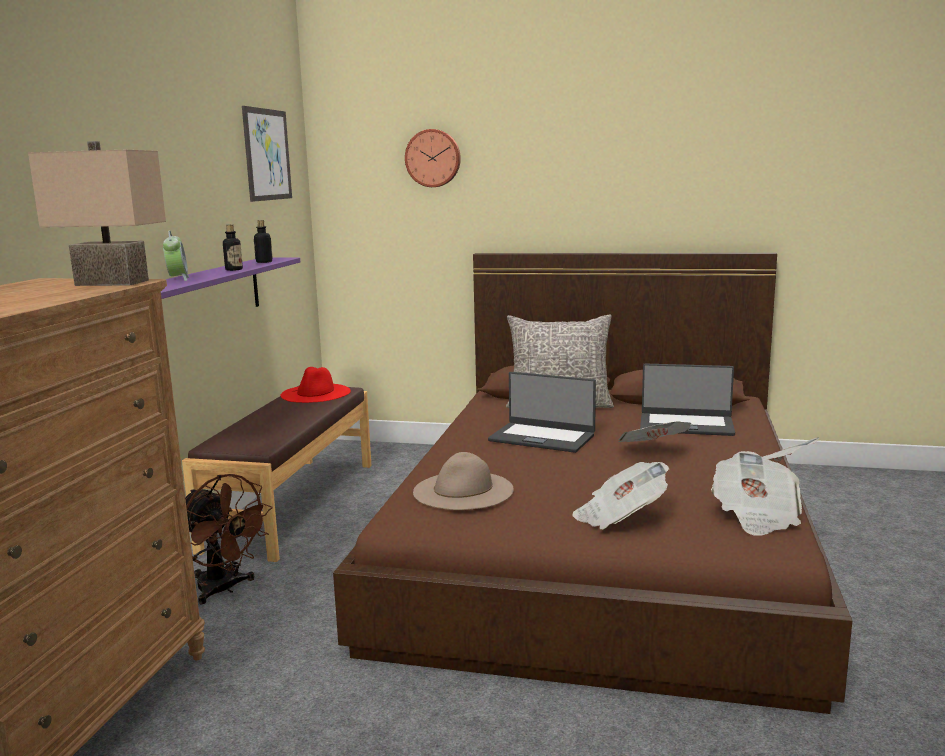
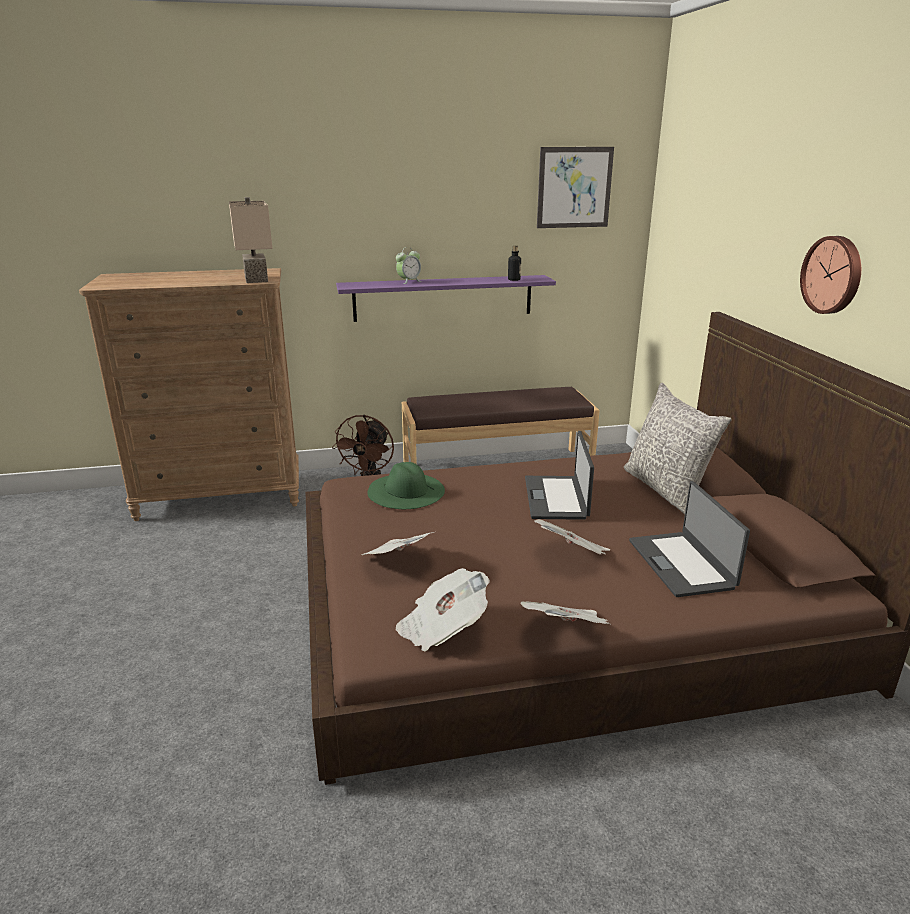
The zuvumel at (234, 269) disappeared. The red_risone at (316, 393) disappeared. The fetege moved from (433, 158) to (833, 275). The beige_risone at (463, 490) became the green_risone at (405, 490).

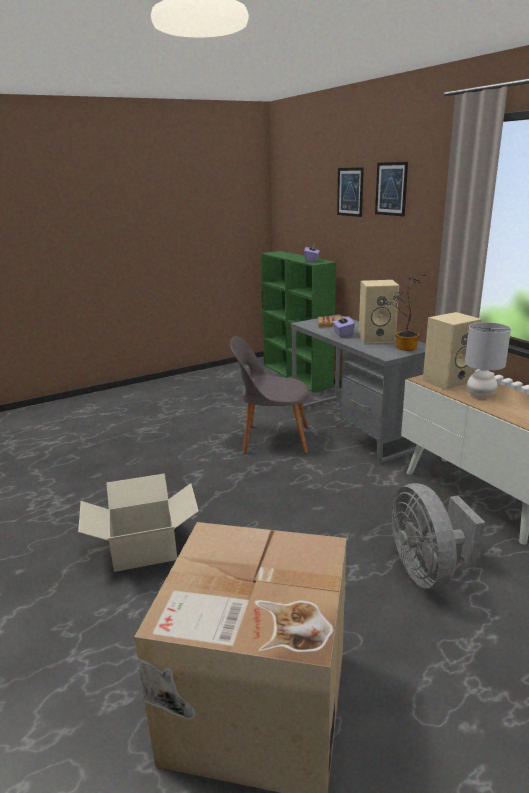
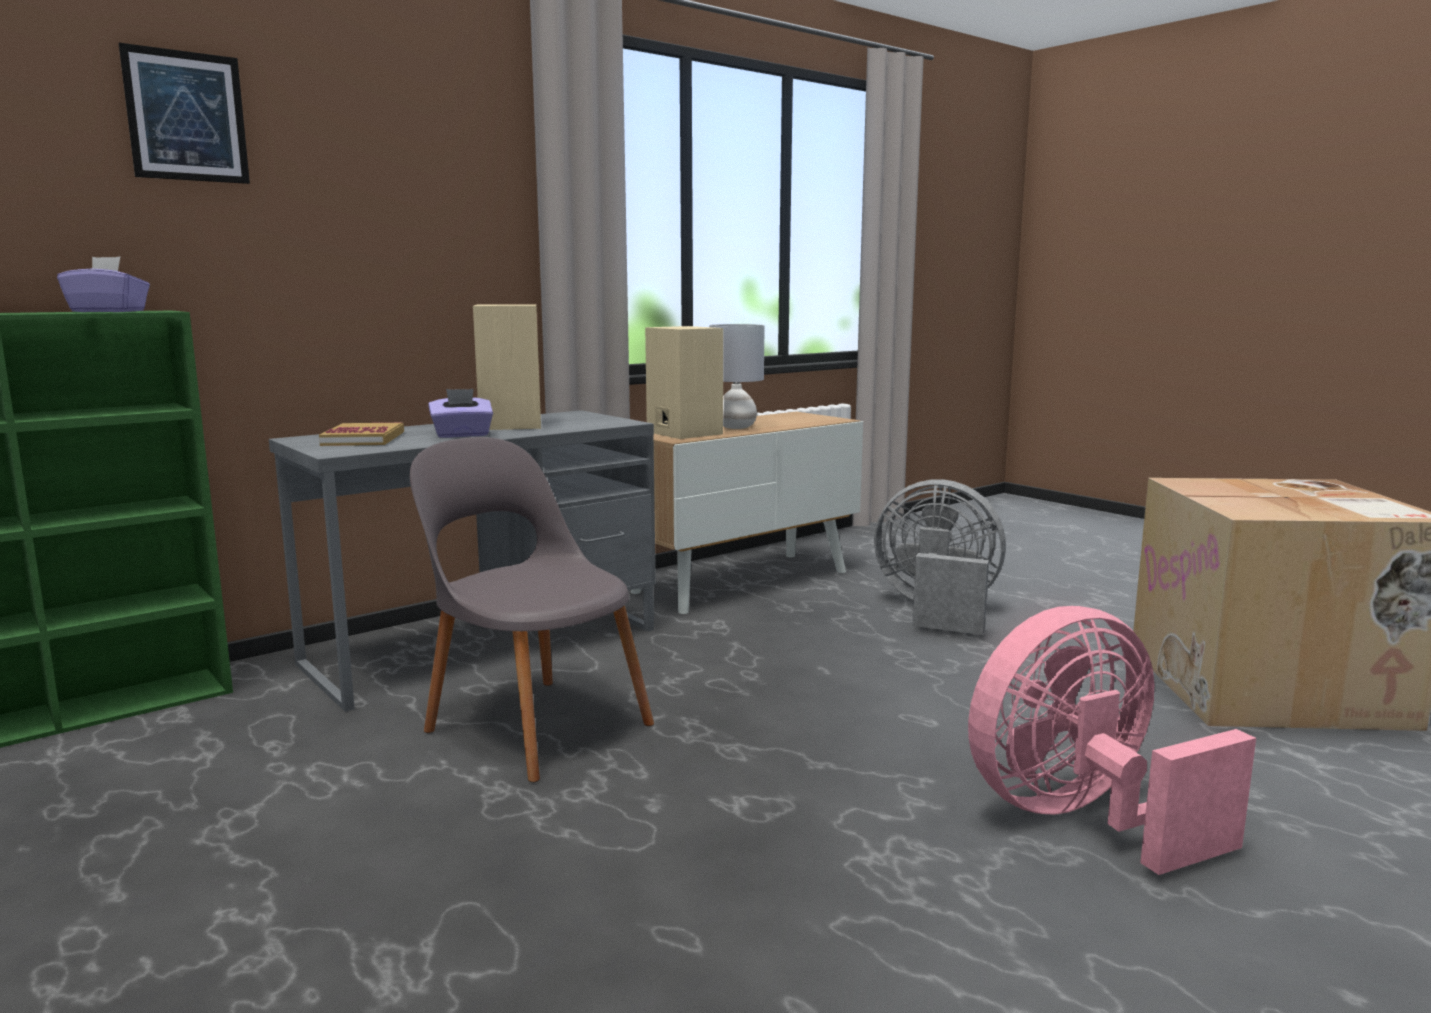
The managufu at (144, 548) was replaced by the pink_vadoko at (1082, 819). The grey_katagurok at (272, 439) turned 135 degrees clockwise. The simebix at (391, 189) disappeared. The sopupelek at (403, 348) disappeared. The grey_vadoko at (427, 571) turned 135 degrees counterclockwise.

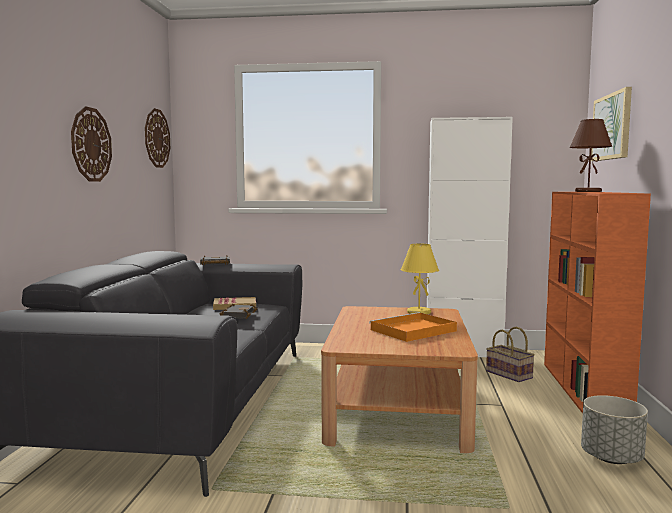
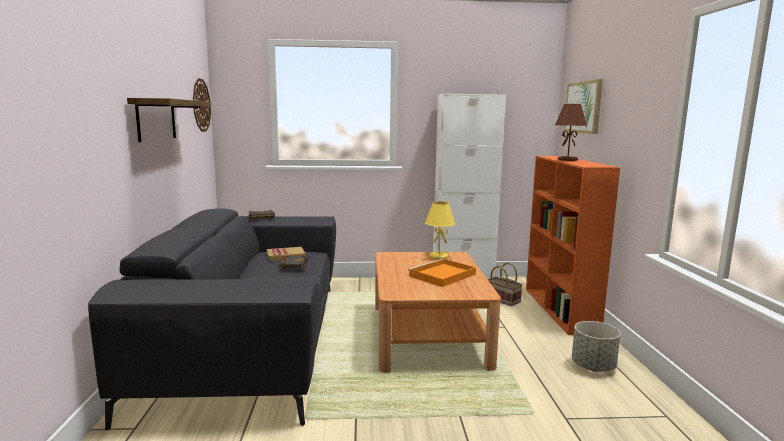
The fetege at (91, 144) was replaced by the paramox at (156, 120).

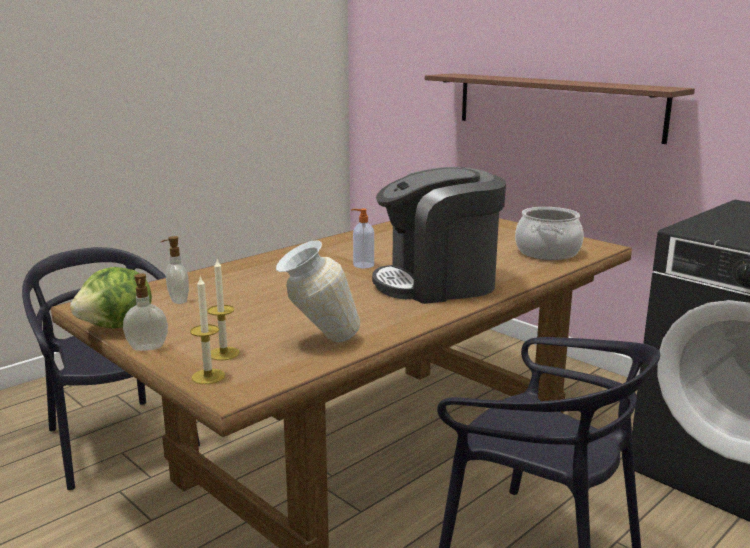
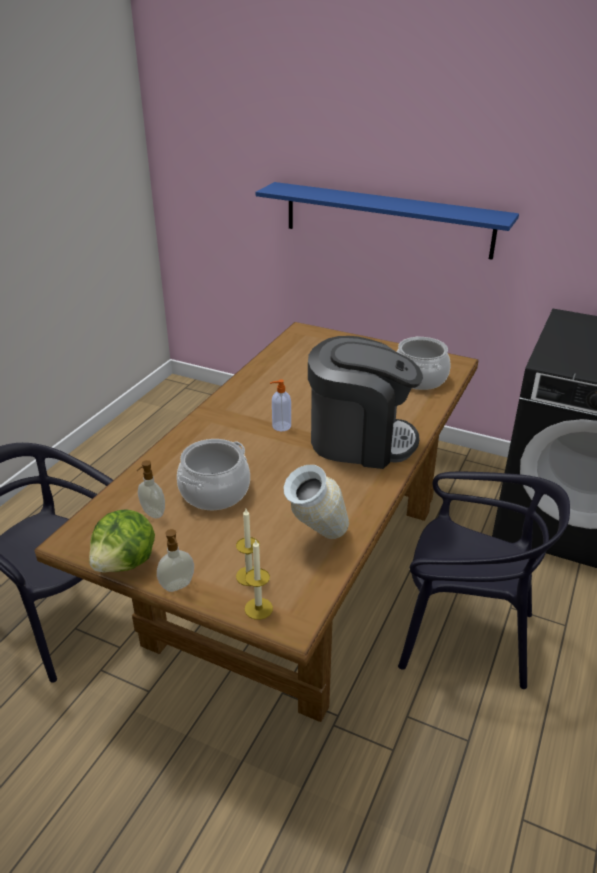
The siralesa at (438, 283) turned 135 degrees counterclockwise. The brown_paramox at (555, 105) became the blue_paramox at (387, 220). The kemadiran at (214, 491) appeared.

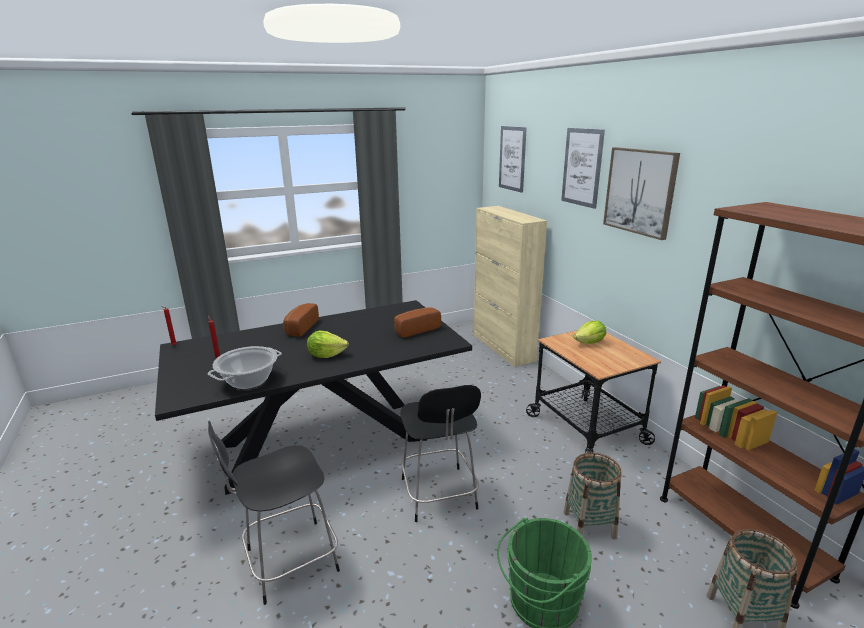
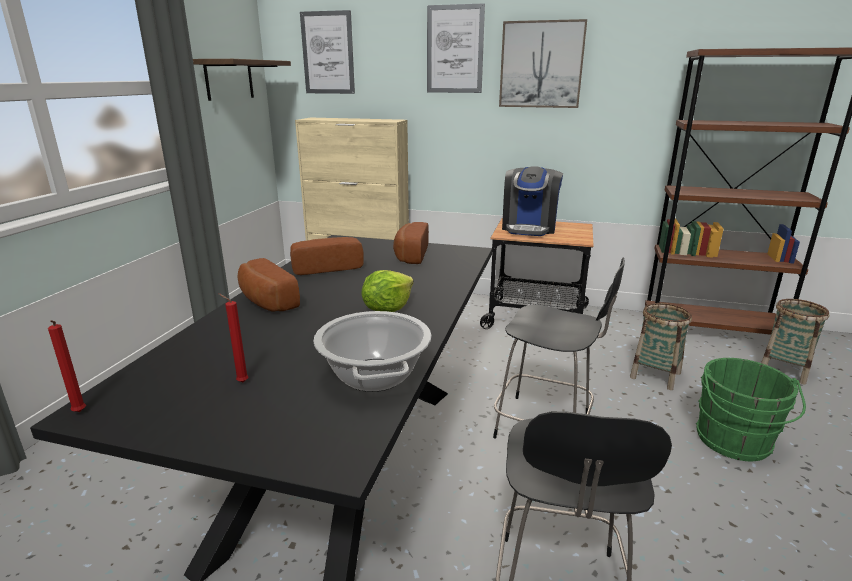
The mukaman at (590, 343) was replaced by the siralesa at (529, 228). The paramox at (229, 79) appeared. The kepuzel at (326, 267) appeared.

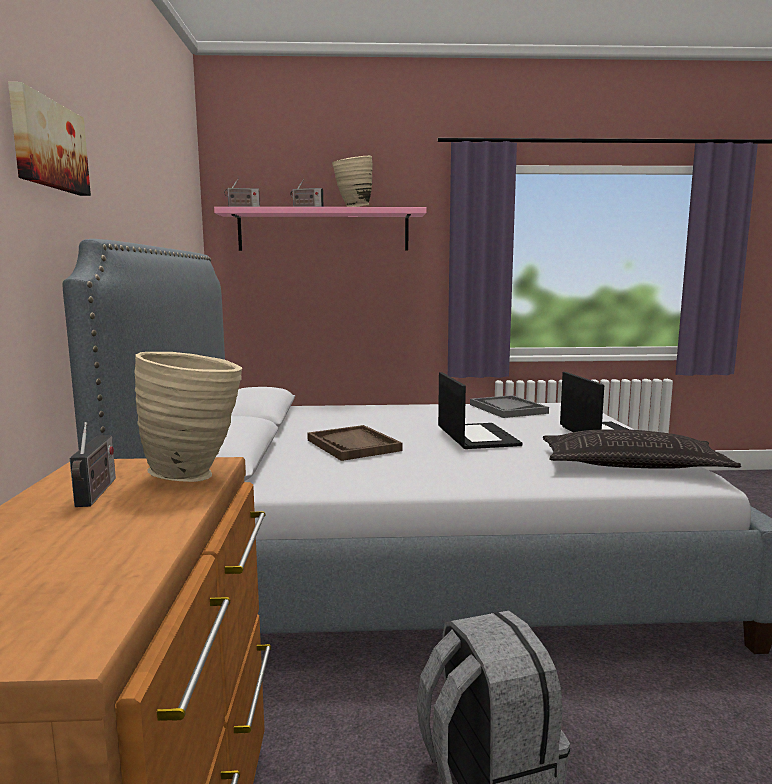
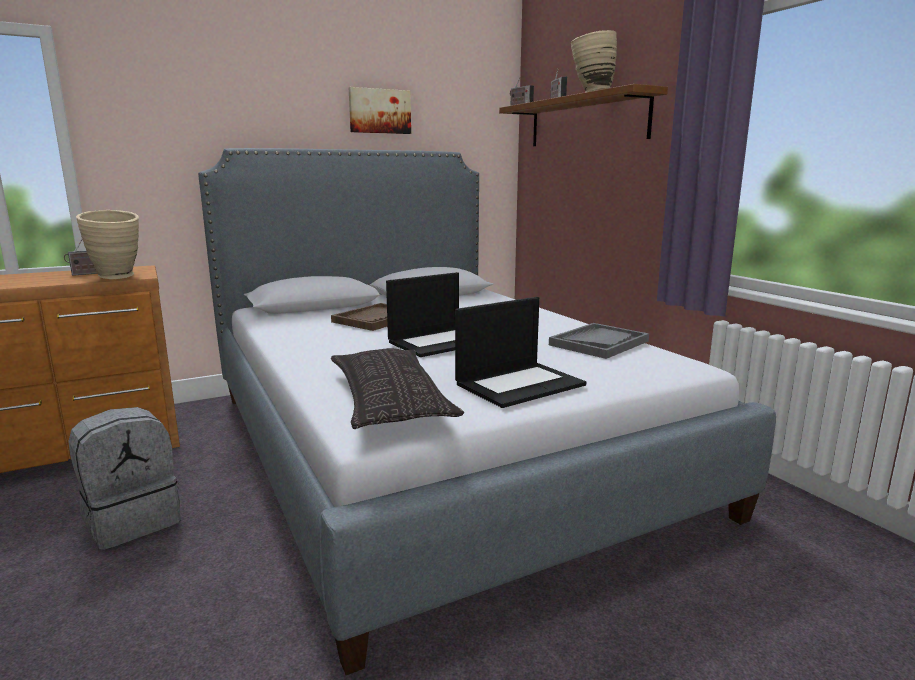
The simebix moved from (47, 145) to (379, 111). The pink_paramox at (323, 230) became the brown_paramox at (586, 121).

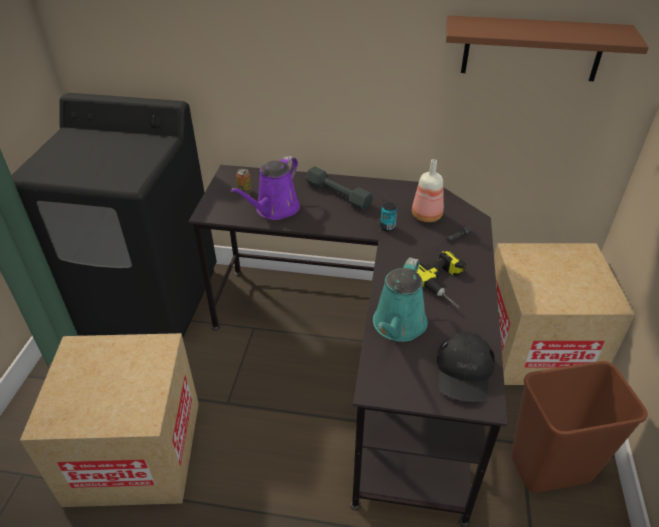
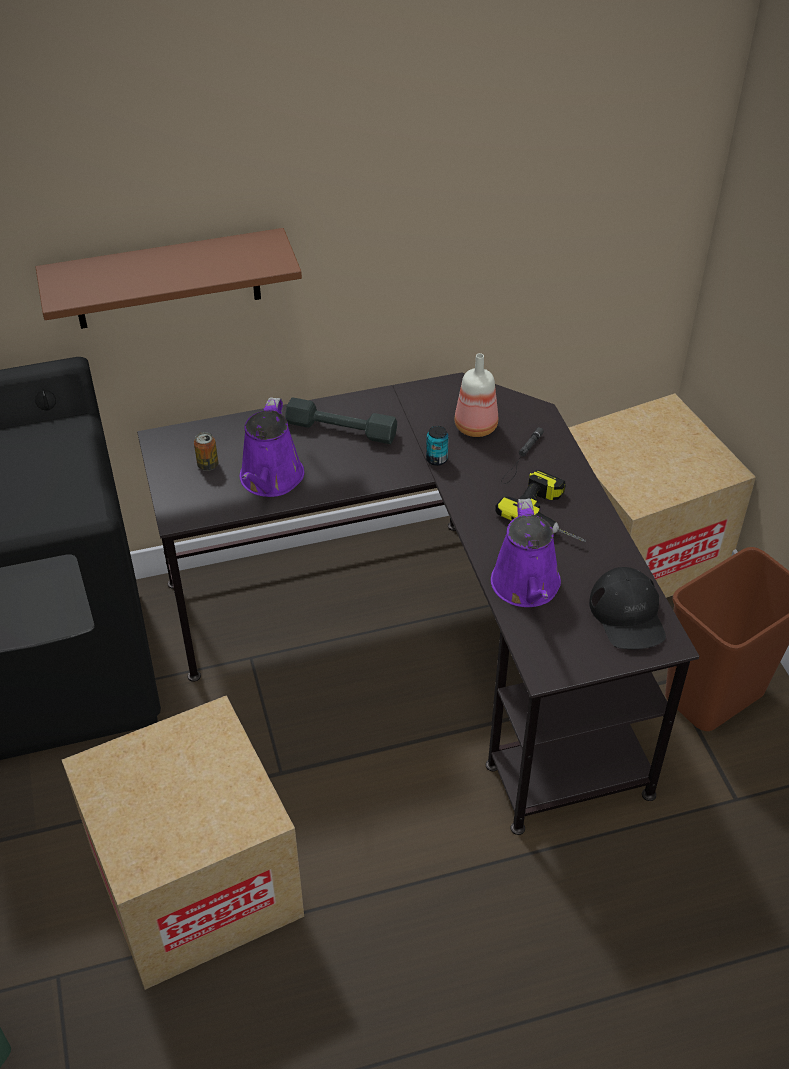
The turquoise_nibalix at (398, 326) became the purple_nibalix at (526, 587). The brown_paramox moved from (532, 49) to (166, 279).

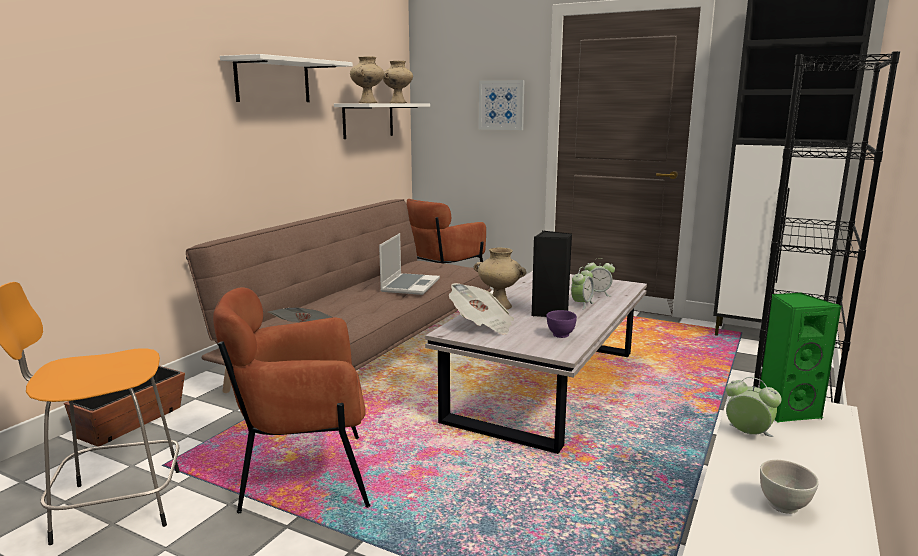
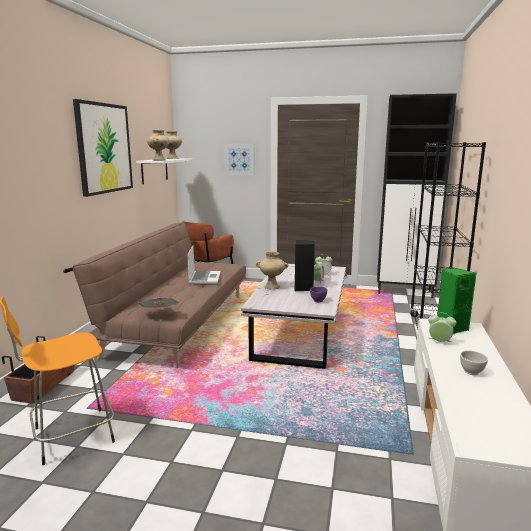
The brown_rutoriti at (304, 477) disappeared. The white_paramox at (273, 81) was replaced by the simebix at (104, 148). The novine at (482, 325) disappeared.

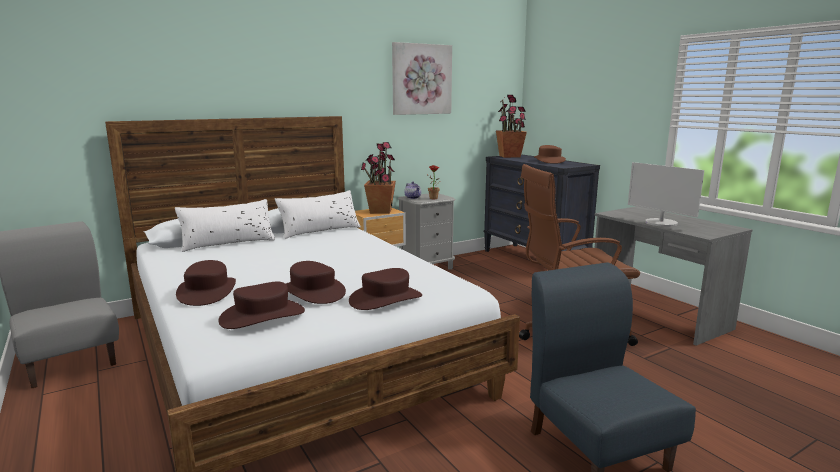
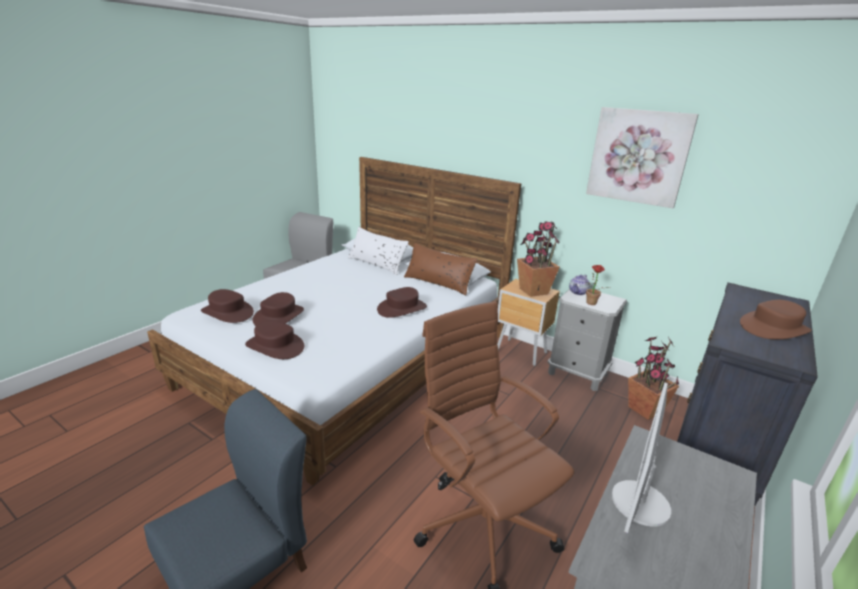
The brown_risone moved from (207, 291) to (402, 308). The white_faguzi at (320, 230) became the brown_faguzi at (438, 283). The sopupelek moved from (510, 156) to (645, 410).

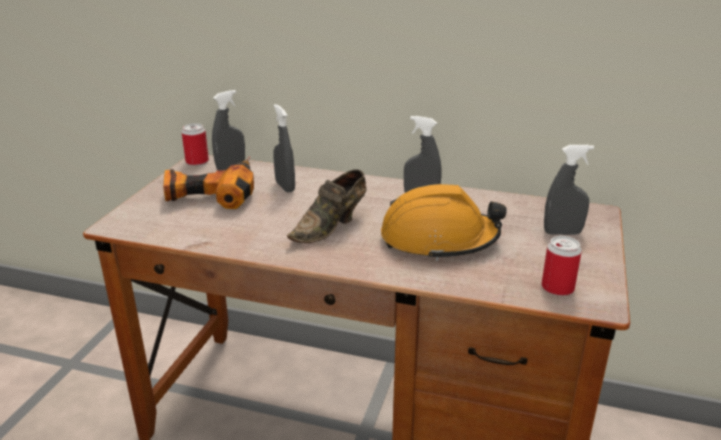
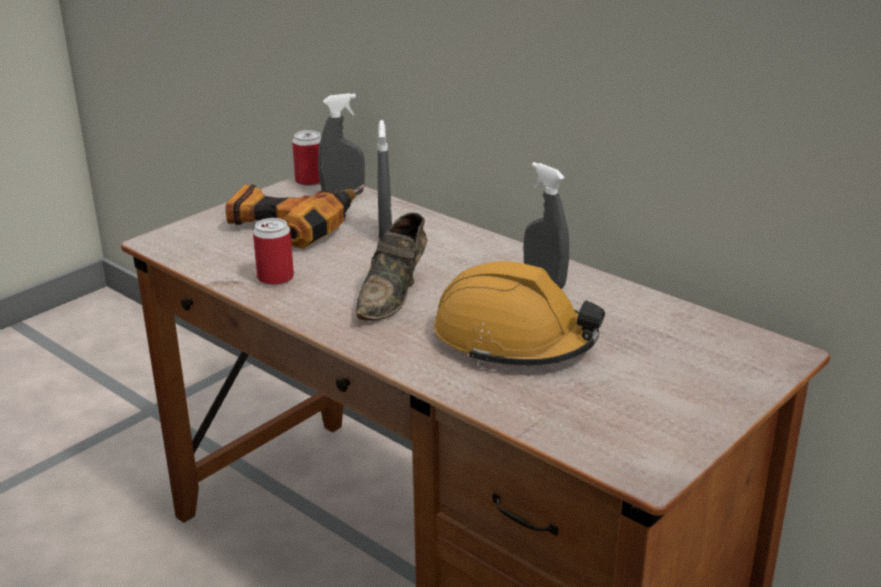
The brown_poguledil at (331, 227) turned 45 degrees counterclockwise. The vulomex moved from (557, 288) to (275, 278). The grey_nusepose at (562, 233) disappeared.

